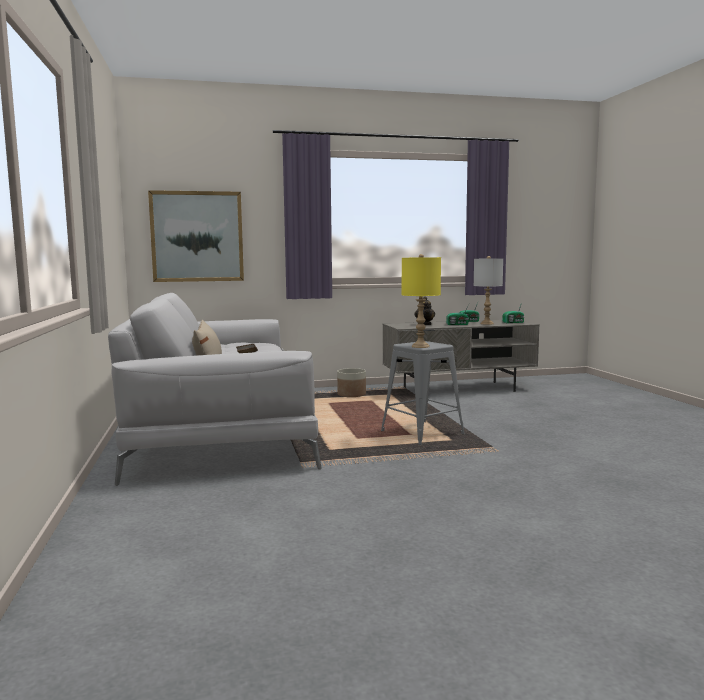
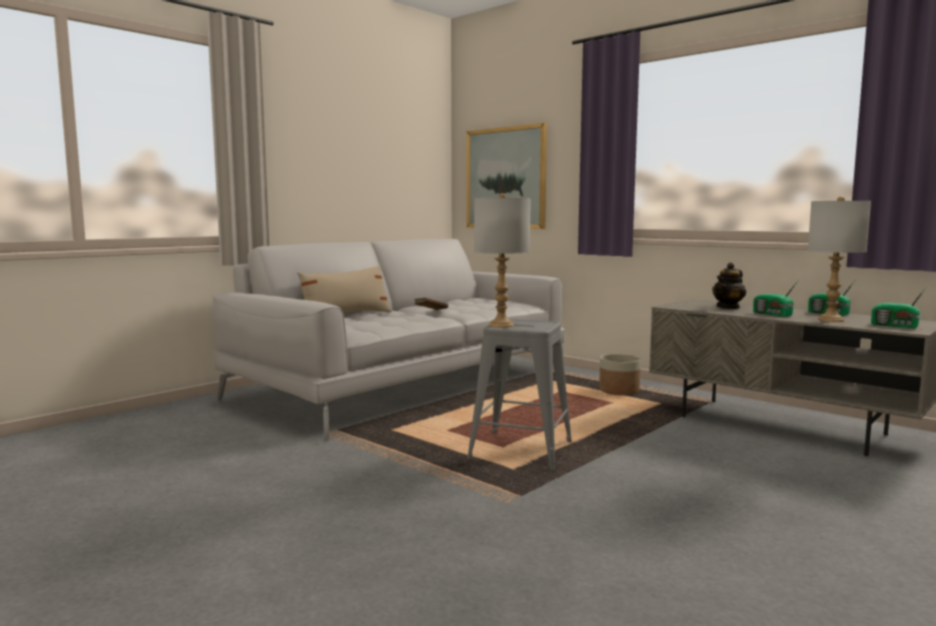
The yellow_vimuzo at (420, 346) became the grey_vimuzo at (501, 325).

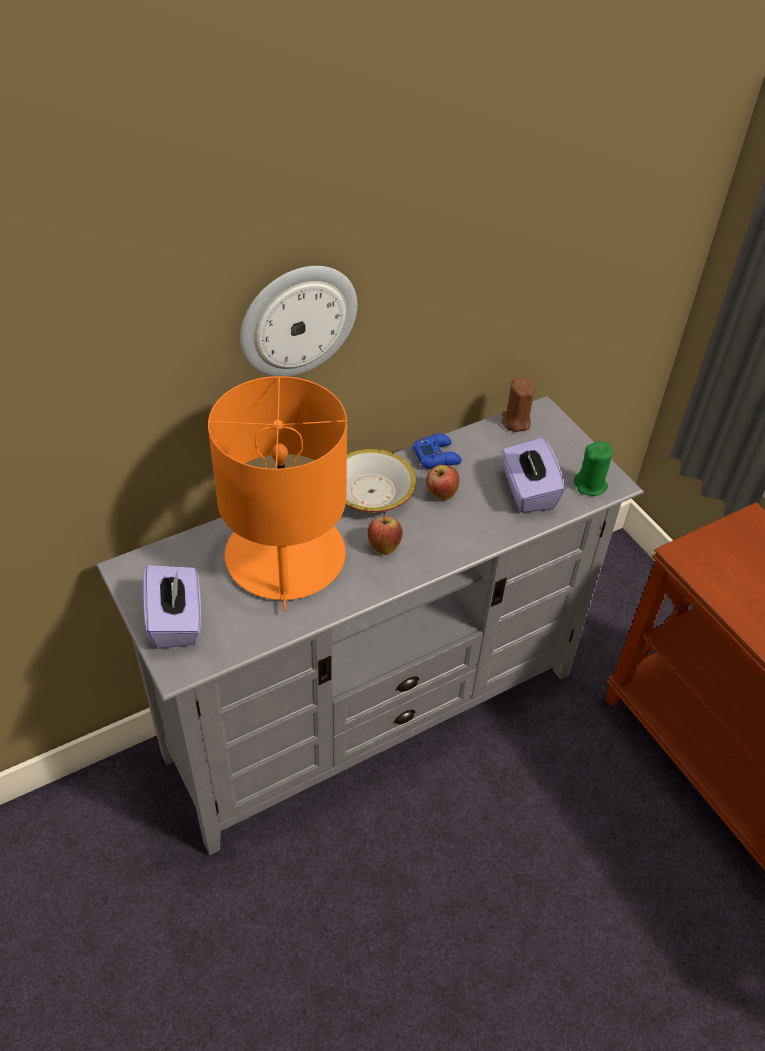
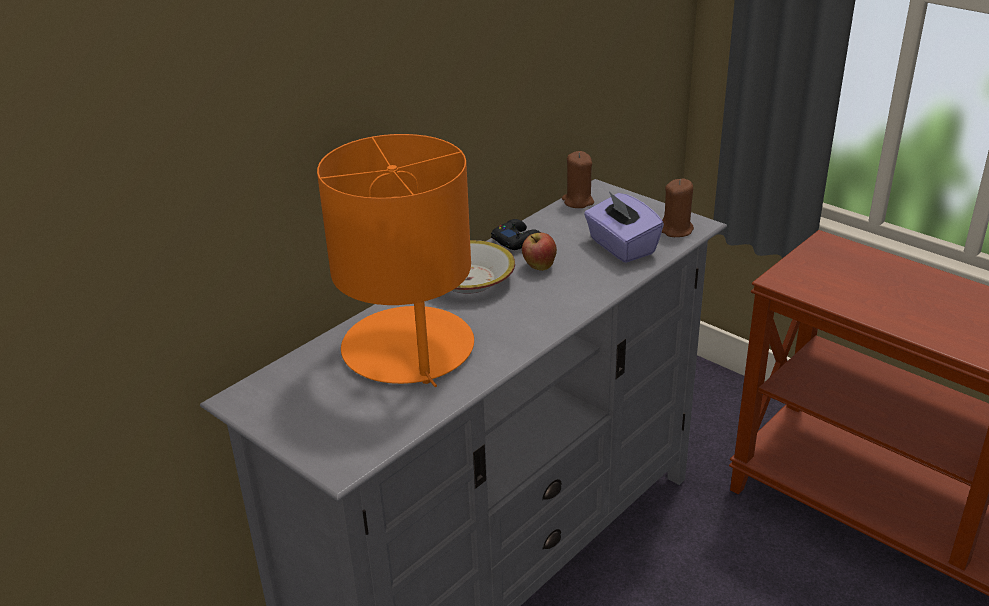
The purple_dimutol at (176, 621) disappeared. The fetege at (297, 320) disappeared. The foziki at (384, 546) disappeared. The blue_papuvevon at (437, 456) became the black_papuvevon at (517, 240). The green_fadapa at (590, 485) became the brown_fadapa at (676, 230).

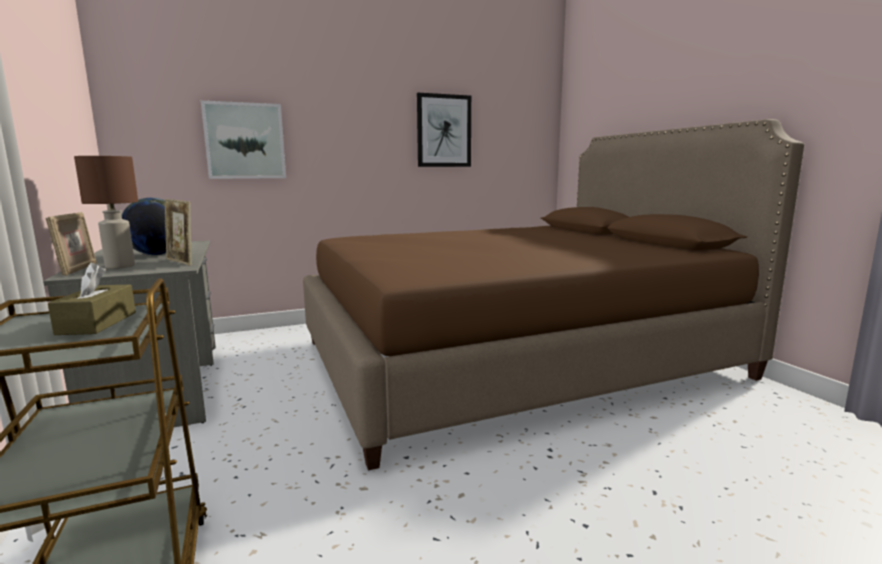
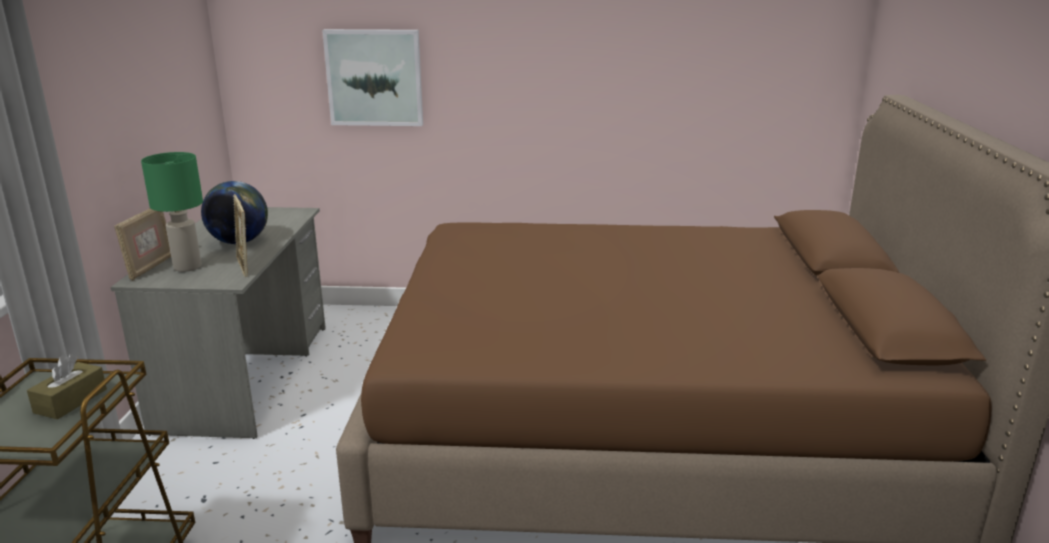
The brown_vimuzo at (120, 266) became the green_vimuzo at (187, 267). The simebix at (444, 131) disappeared.

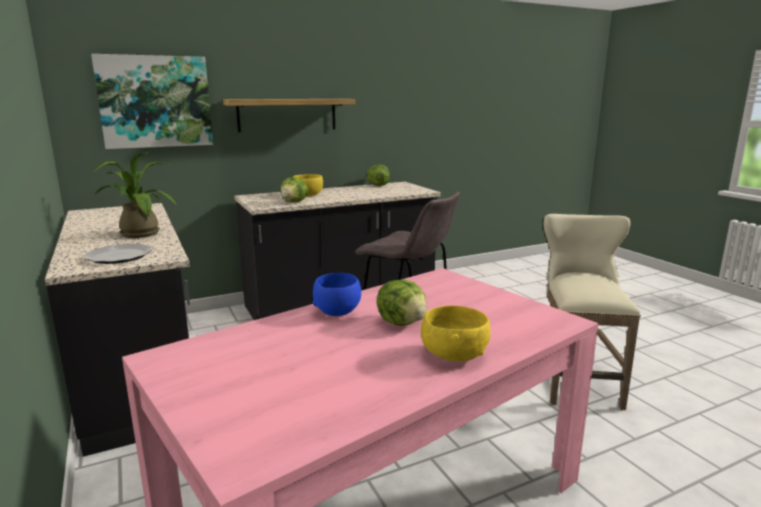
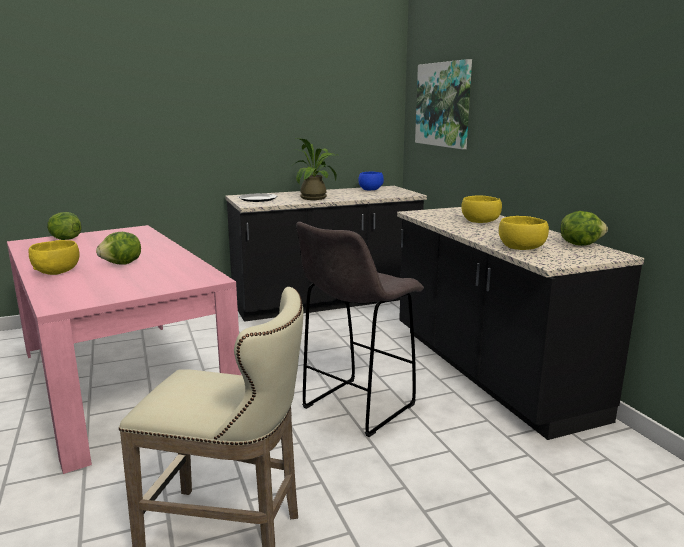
The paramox at (287, 115) disappeared. The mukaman moved from (294, 202) to (65, 239). The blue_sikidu moved from (338, 312) to (370, 190). The yellow_sikidu at (522, 248) appeared.

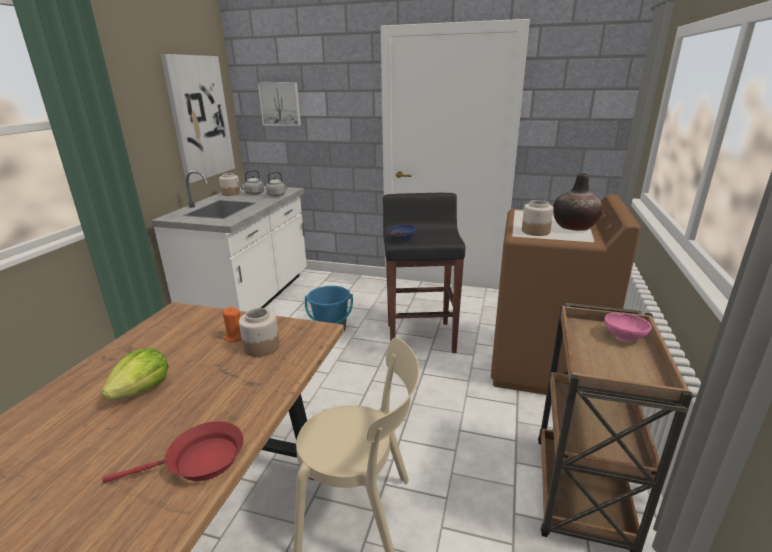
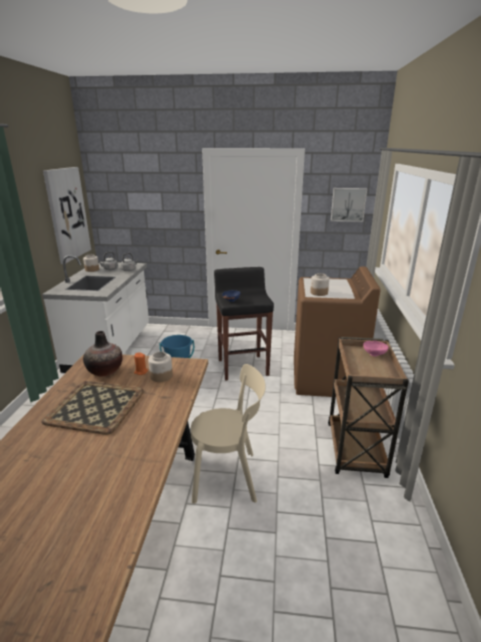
The mukaman at (142, 389) was replaced by the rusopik at (97, 406). The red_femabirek at (199, 461) disappeared. The simebix moved from (280, 104) to (348, 204). The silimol moved from (574, 227) to (105, 371).

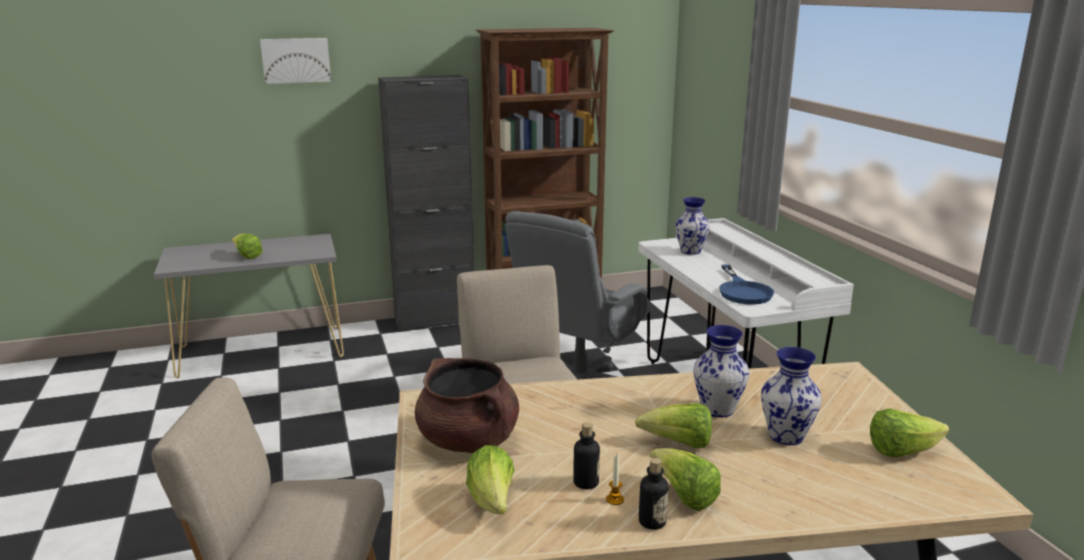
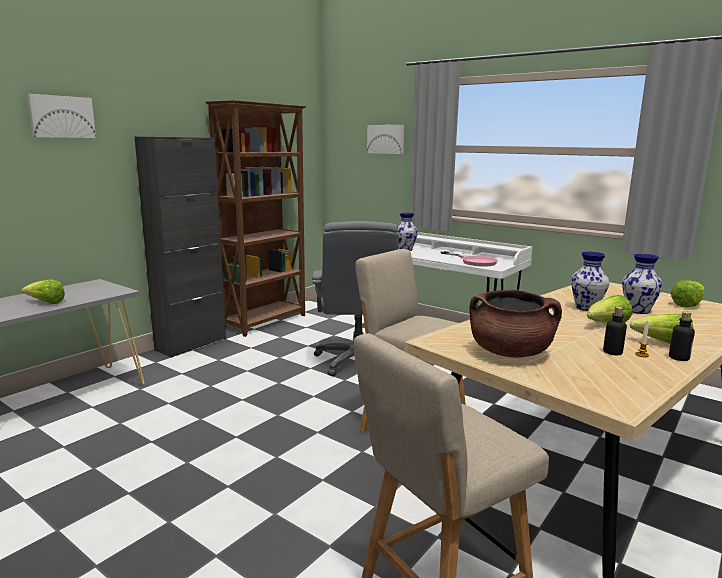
The mukaman at (492, 502) disappeared. The blue_femabirek at (743, 291) became the pink_femabirek at (474, 261). The simebix at (386, 139) appeared.

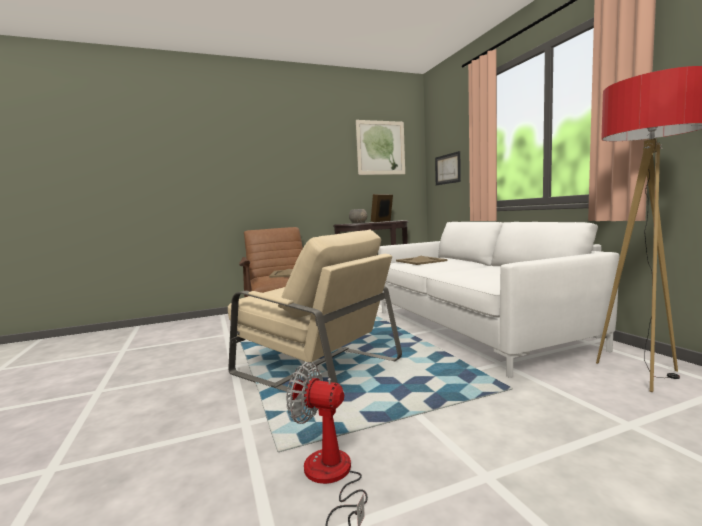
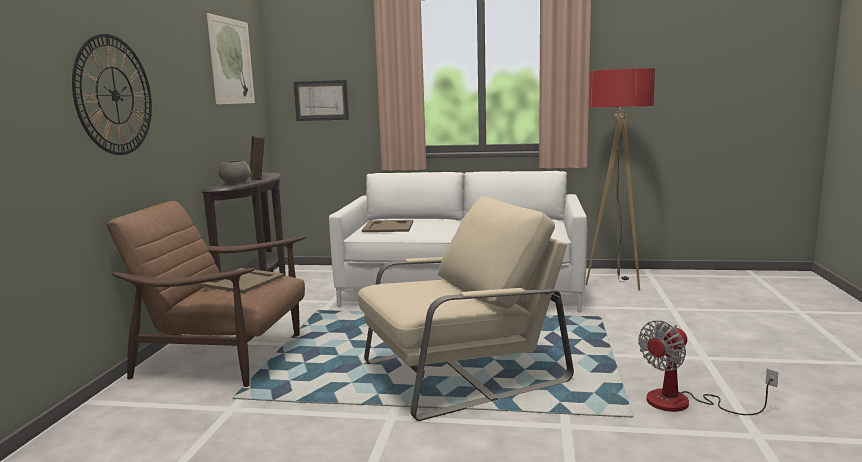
The fetege at (115, 95) appeared.

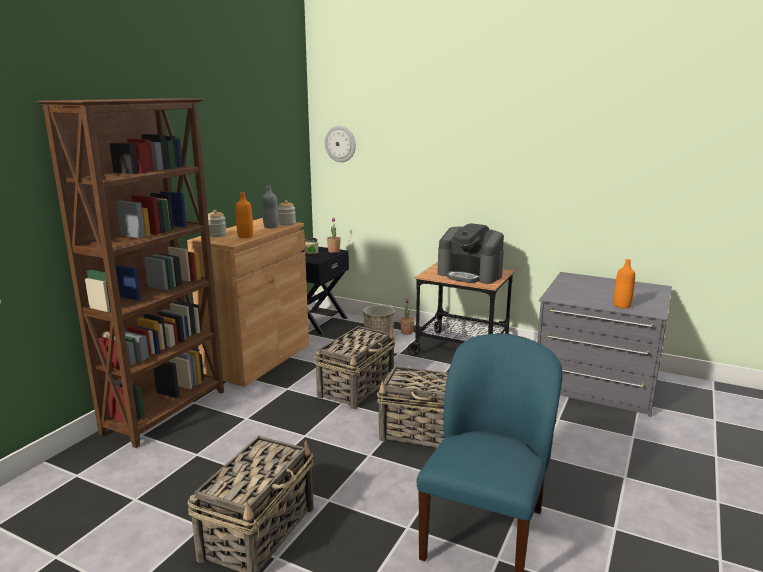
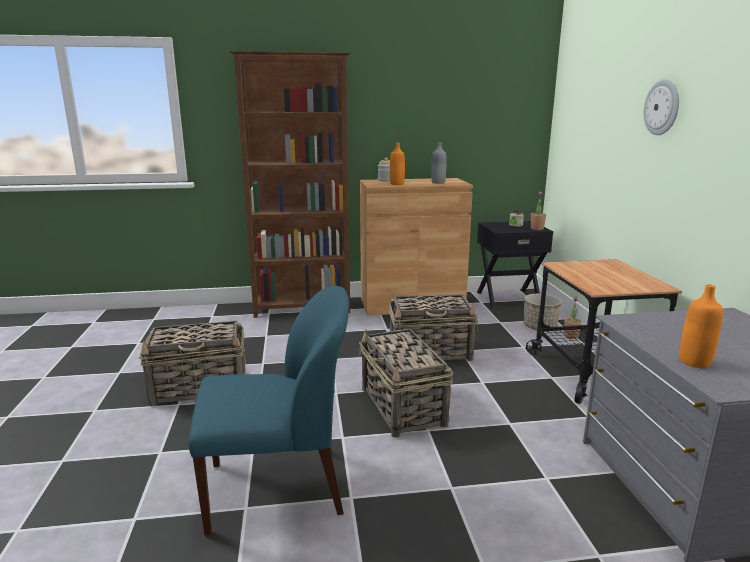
The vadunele at (287, 223) disappeared. The fetege moved from (340, 144) to (662, 107). The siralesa at (470, 275) disappeared.

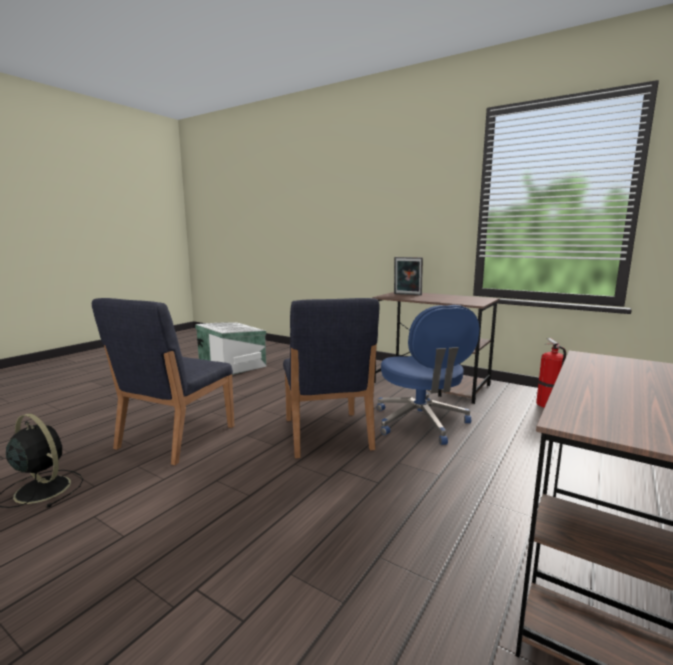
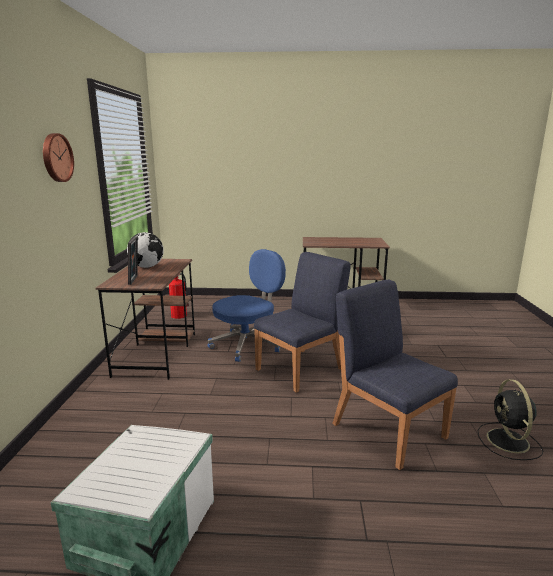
The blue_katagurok at (175, 437) turned 120 degrees counterclockwise. The fetege at (56, 158) appeared. The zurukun at (147, 267) appeared.

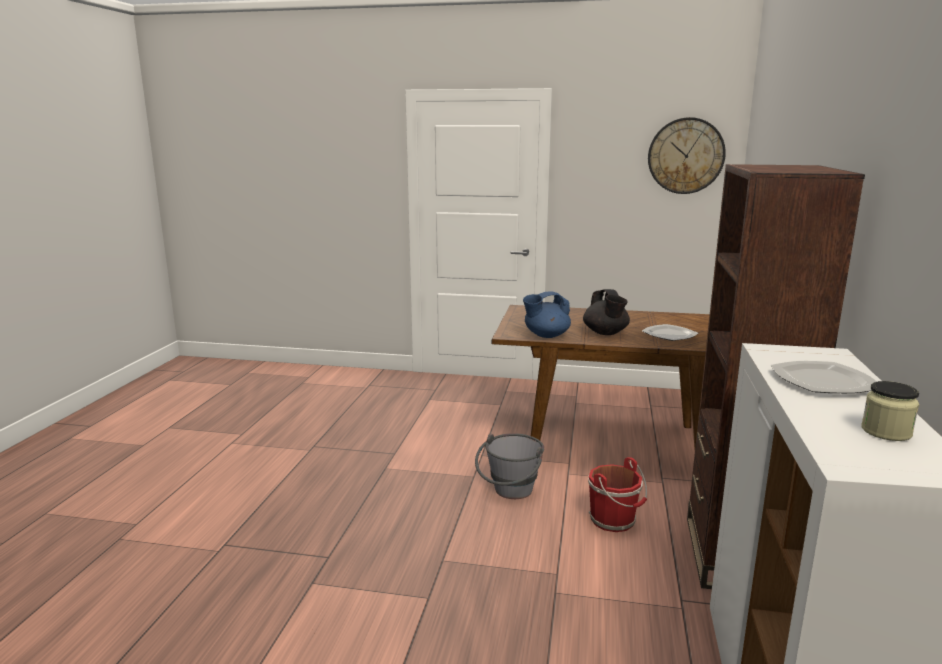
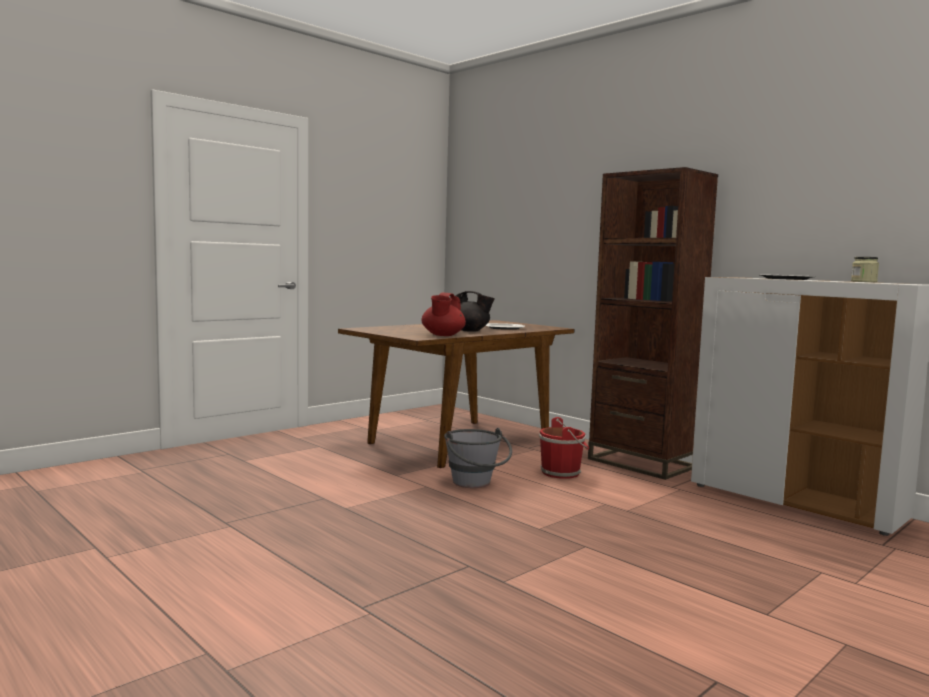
The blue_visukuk at (546, 335) became the red_visukuk at (443, 335). The fetege at (685, 156) disappeared.

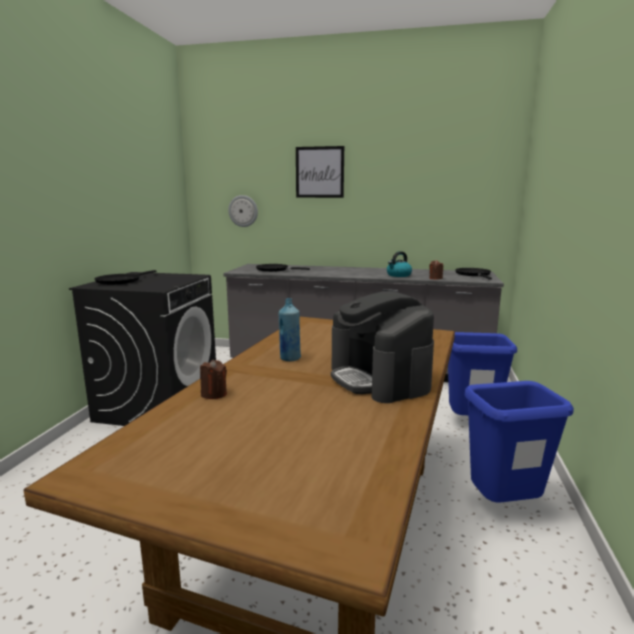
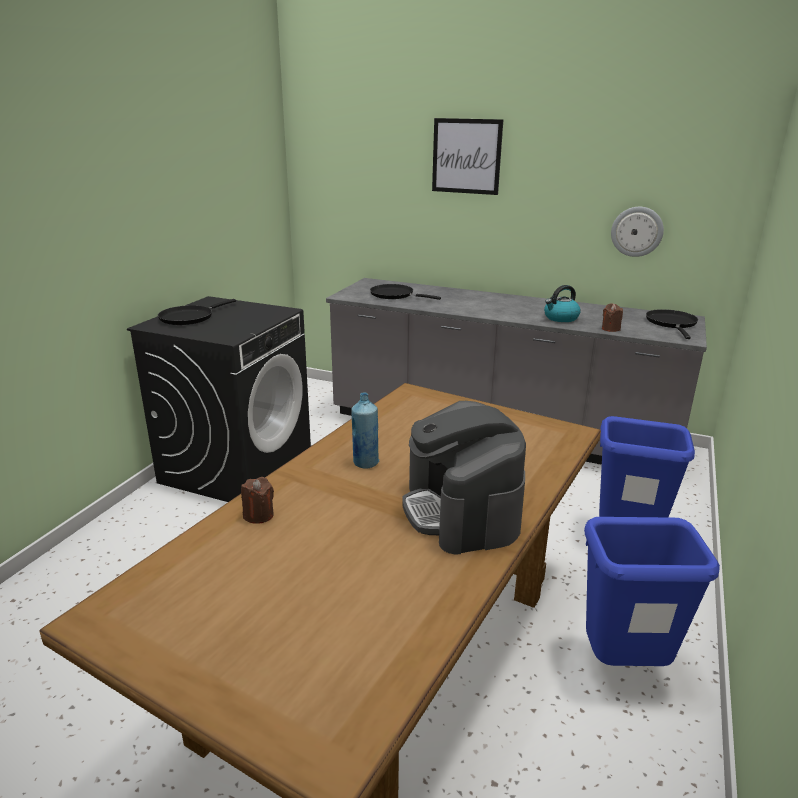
The fetege moved from (243, 211) to (637, 231).

